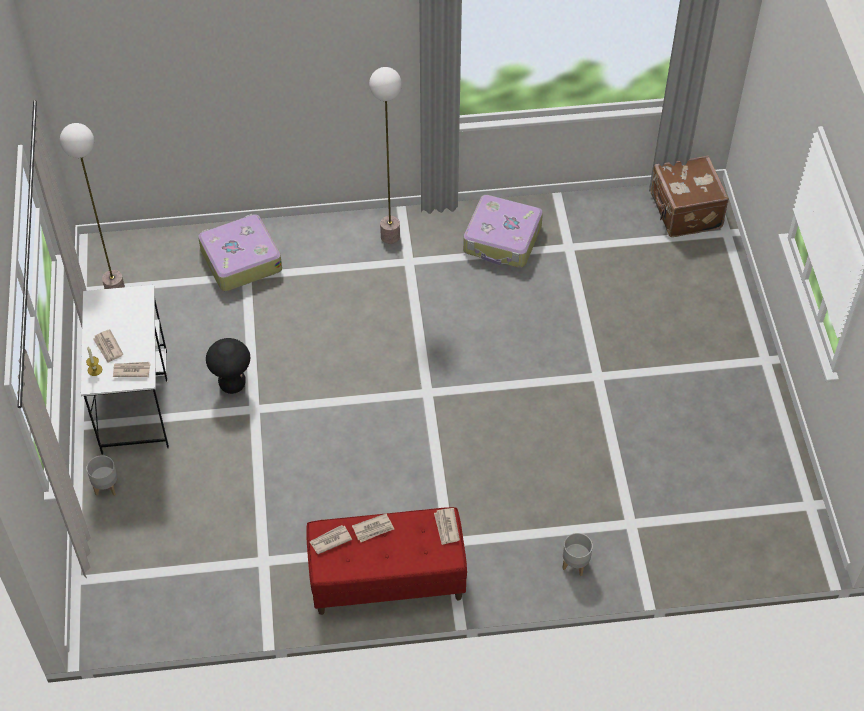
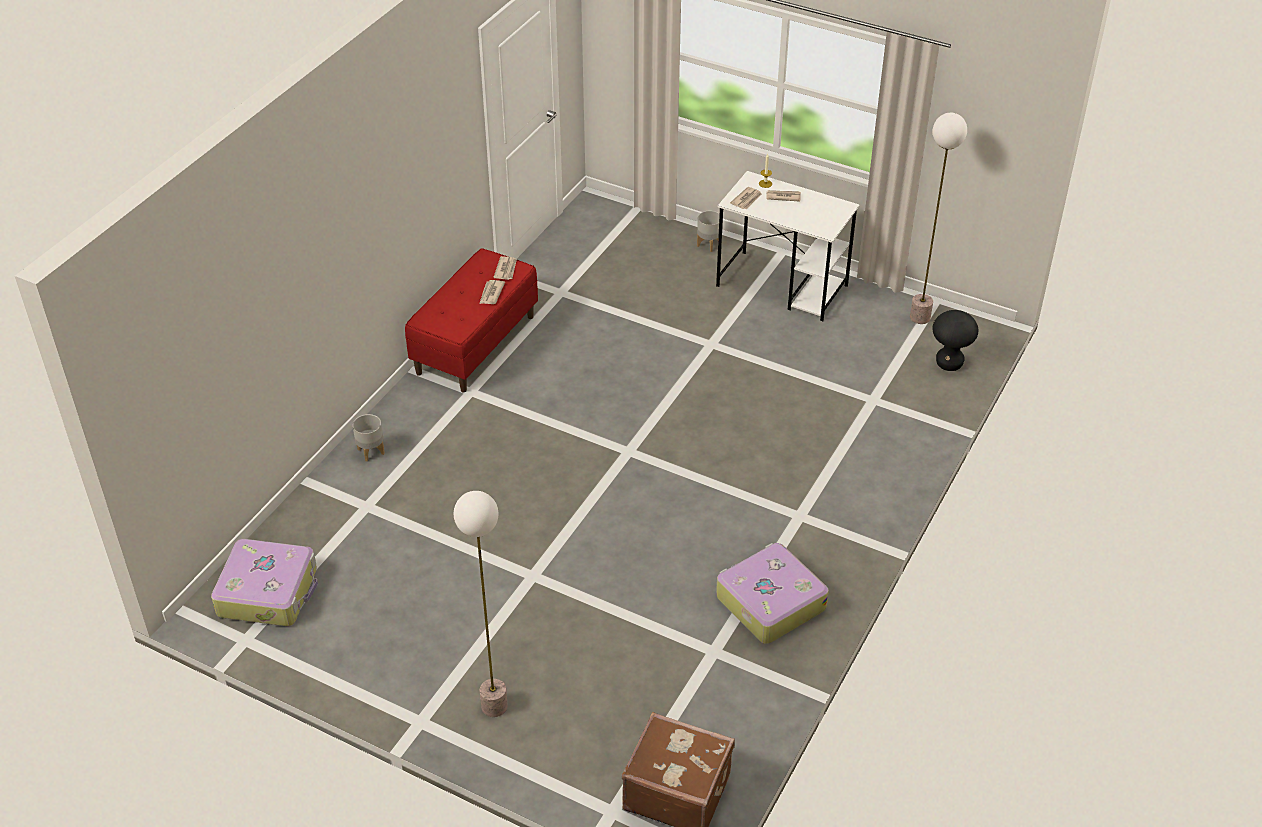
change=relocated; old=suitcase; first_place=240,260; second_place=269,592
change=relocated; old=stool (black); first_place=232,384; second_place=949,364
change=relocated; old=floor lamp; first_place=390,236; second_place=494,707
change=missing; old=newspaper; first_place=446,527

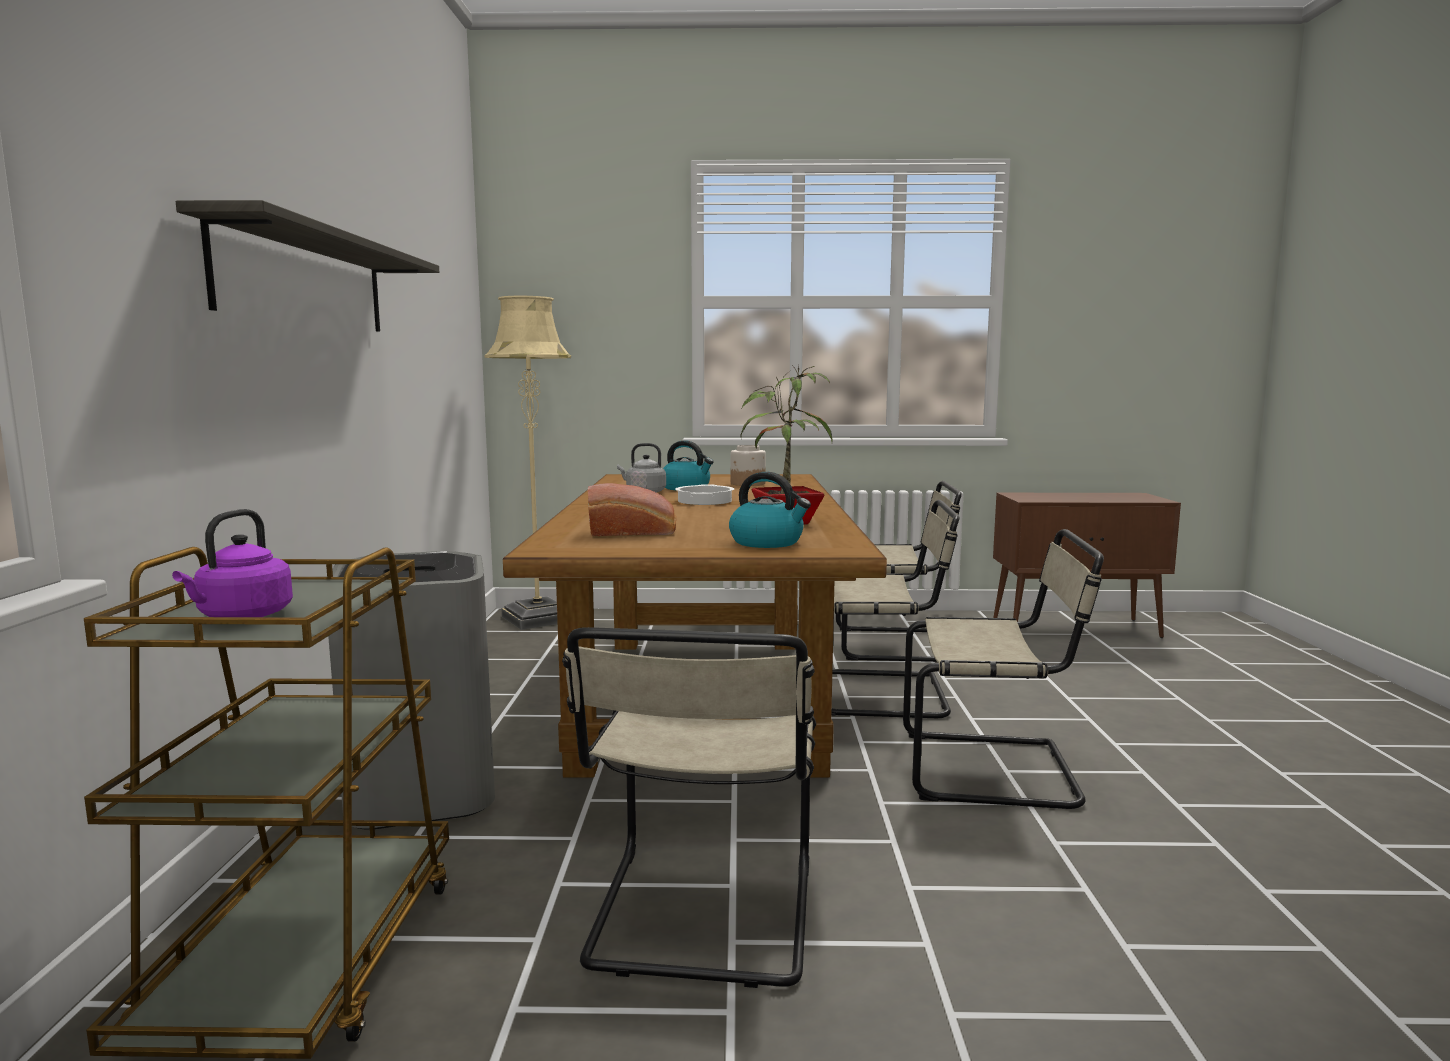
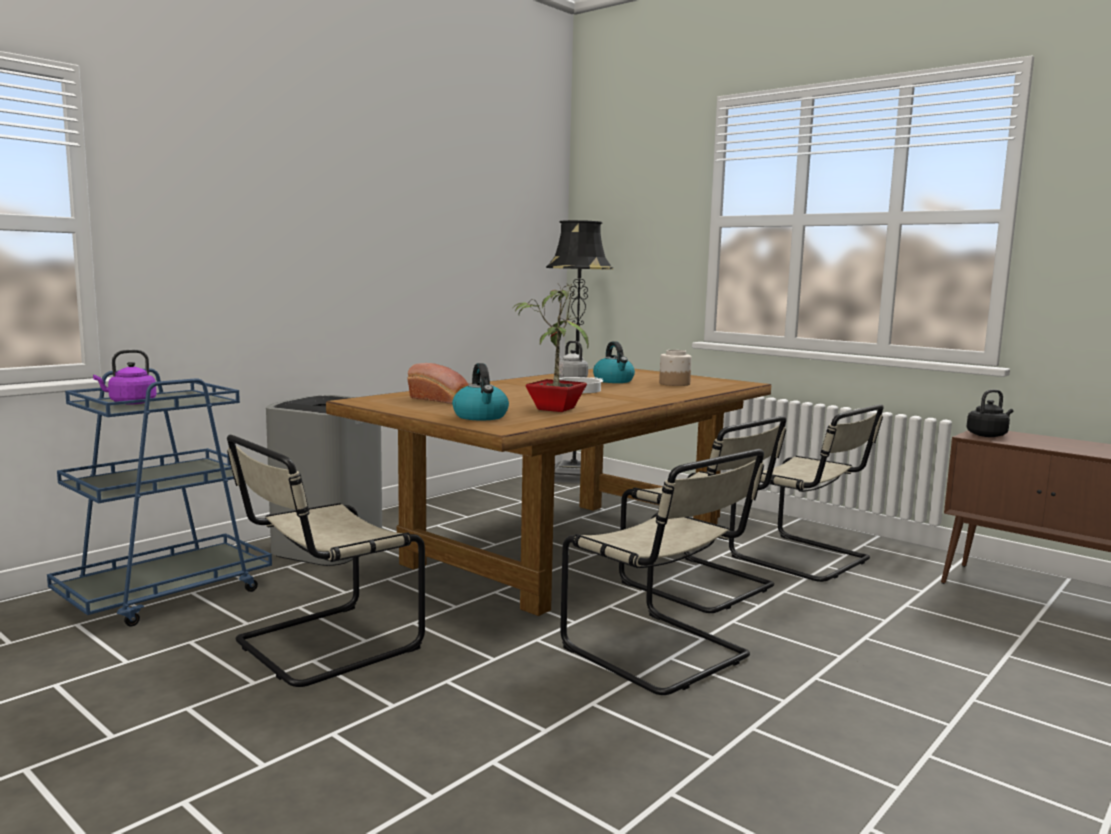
change=colour; old=cart (brown); new=cart (blue); first_place=307,961; second_place=166,595
change=missing; old=shelf; first_place=306,281
change=colour; old=floor lamp (beige); new=floor lamp (black); first_place=538,618; second_place=573,477
change=appeared; new=kettle (black); second_place=988,435

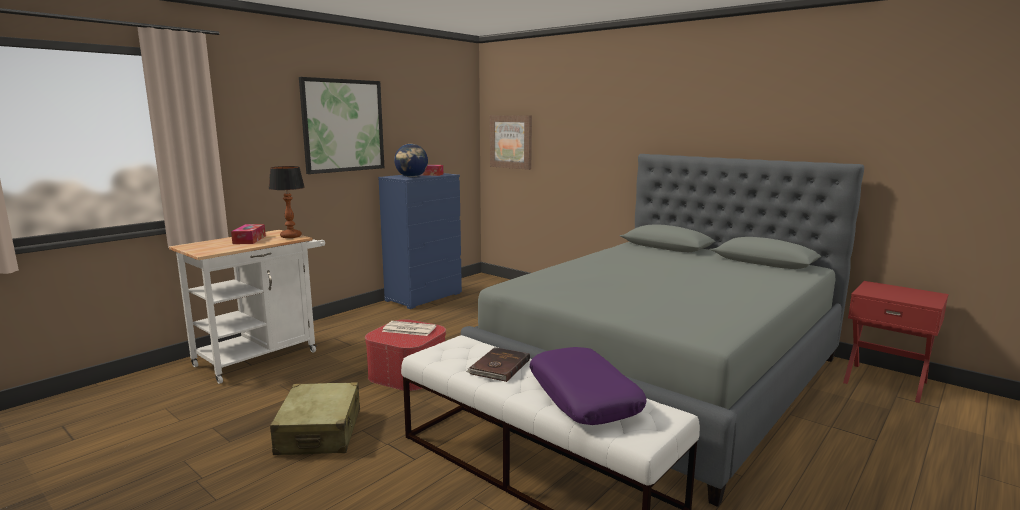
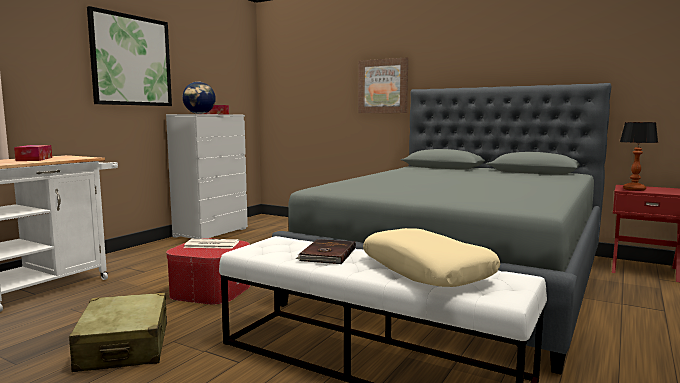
change=relocated; old=table lamp; first_place=291,236; second_place=634,189
change=colour; old=dresser (blue); new=dresser (white); first_place=424,297; second_place=211,232
change=relocated; old=picture; first_place=511,141; second_place=383,86
change=colour; old=pillow (purple); new=pillow (beige); first_place=584,397; second_place=426,270

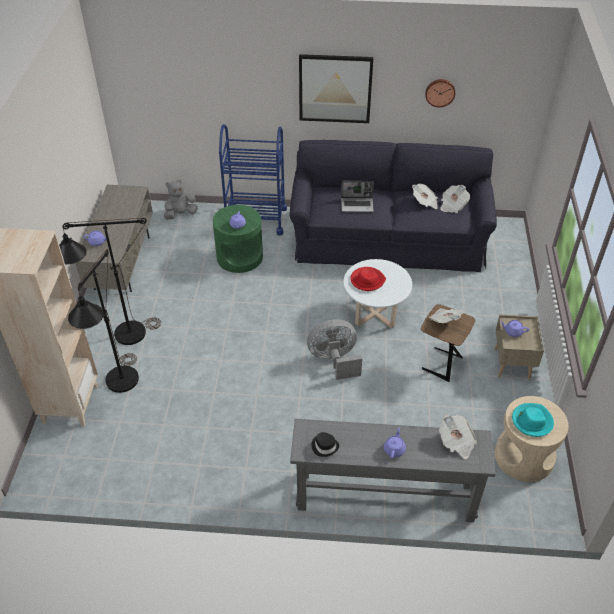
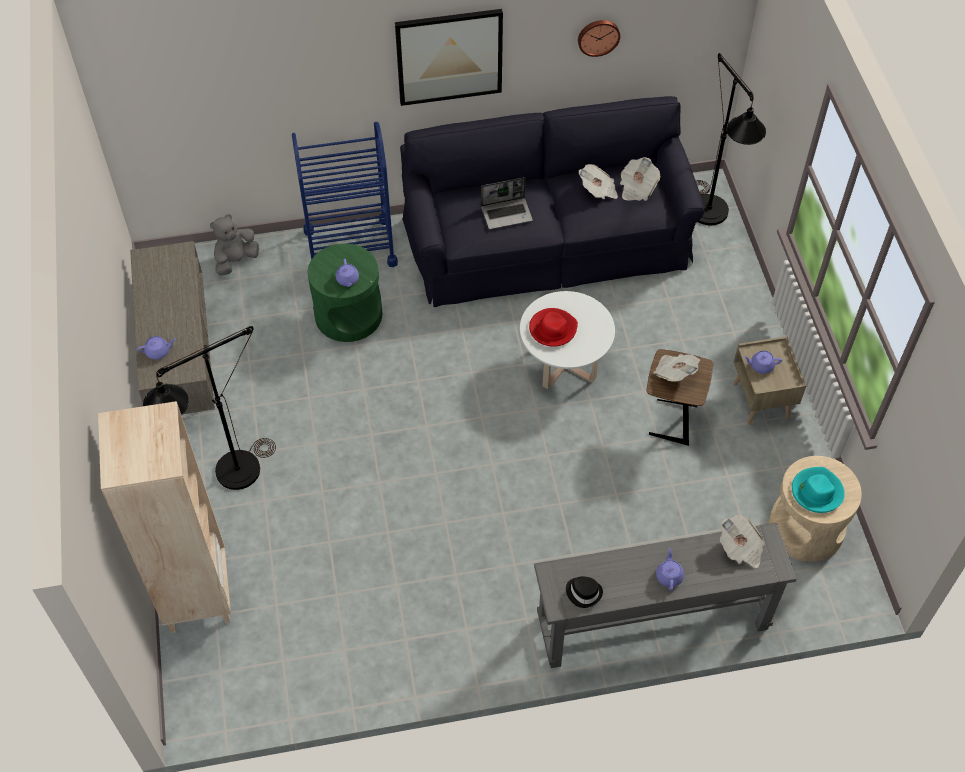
change=relocated; old=floor lamp (black); first_place=119,387; second_place=711,219
change=missing; old=fan (grey); first_place=334,360

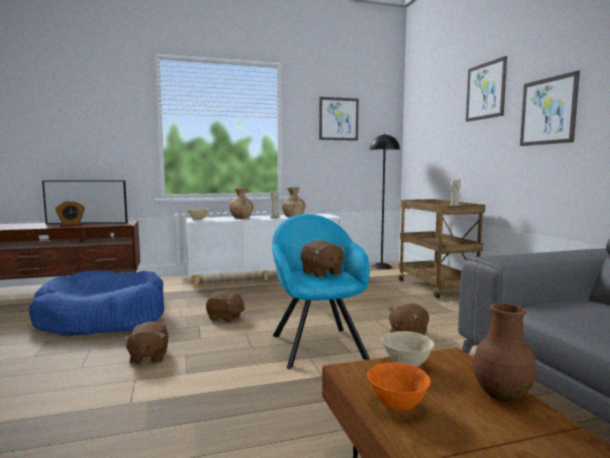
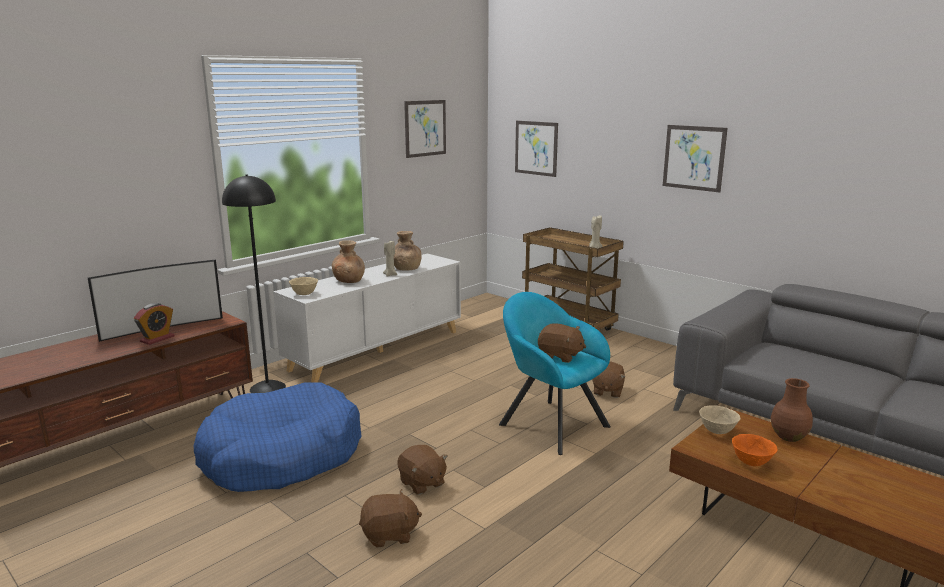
change=relocated; old=plush toy (brown); first_place=225,318; second_place=389,535
change=relocated; old=floor lamp (black); first_place=381,266; second_place=268,388
change=relocated; old=picture; first_place=485,91; second_place=536,148

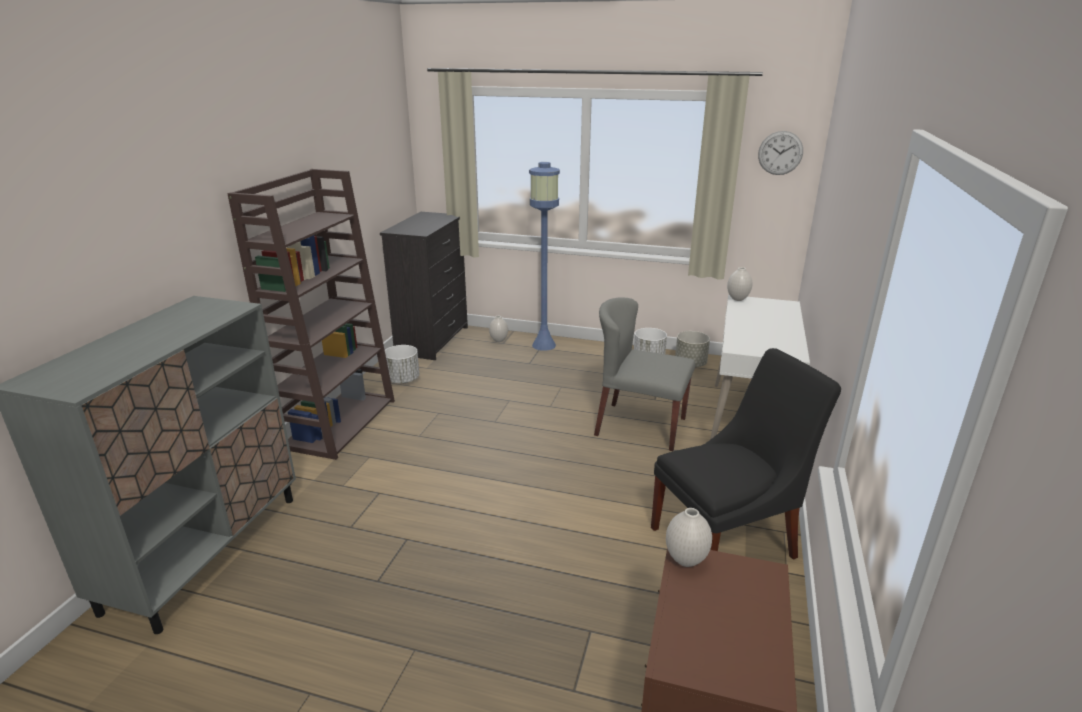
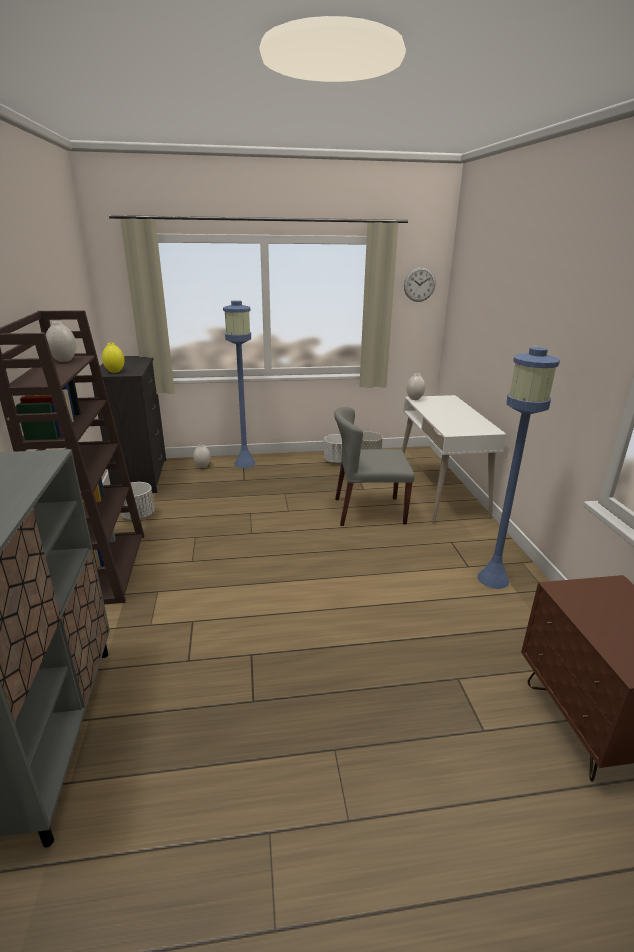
change=exchanged; old=chair (black); new=floor lamp (blue); first_place=728,540; second_place=493,579
change=relocated; old=vase (white); first_place=685,559; second_place=64,360
change=appeared; new=vase (yellow); second_place=115,371

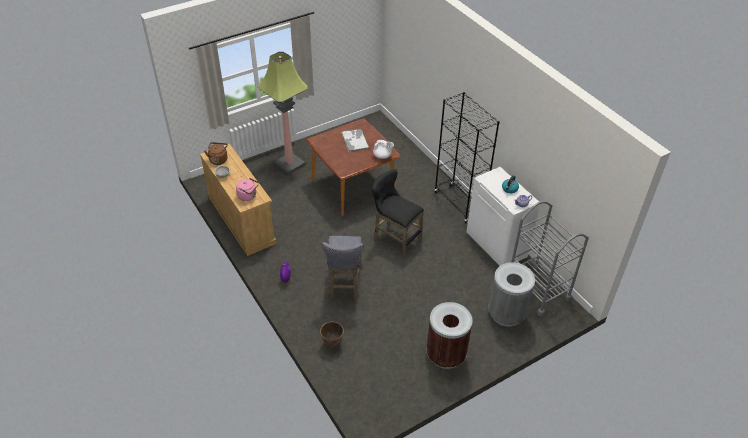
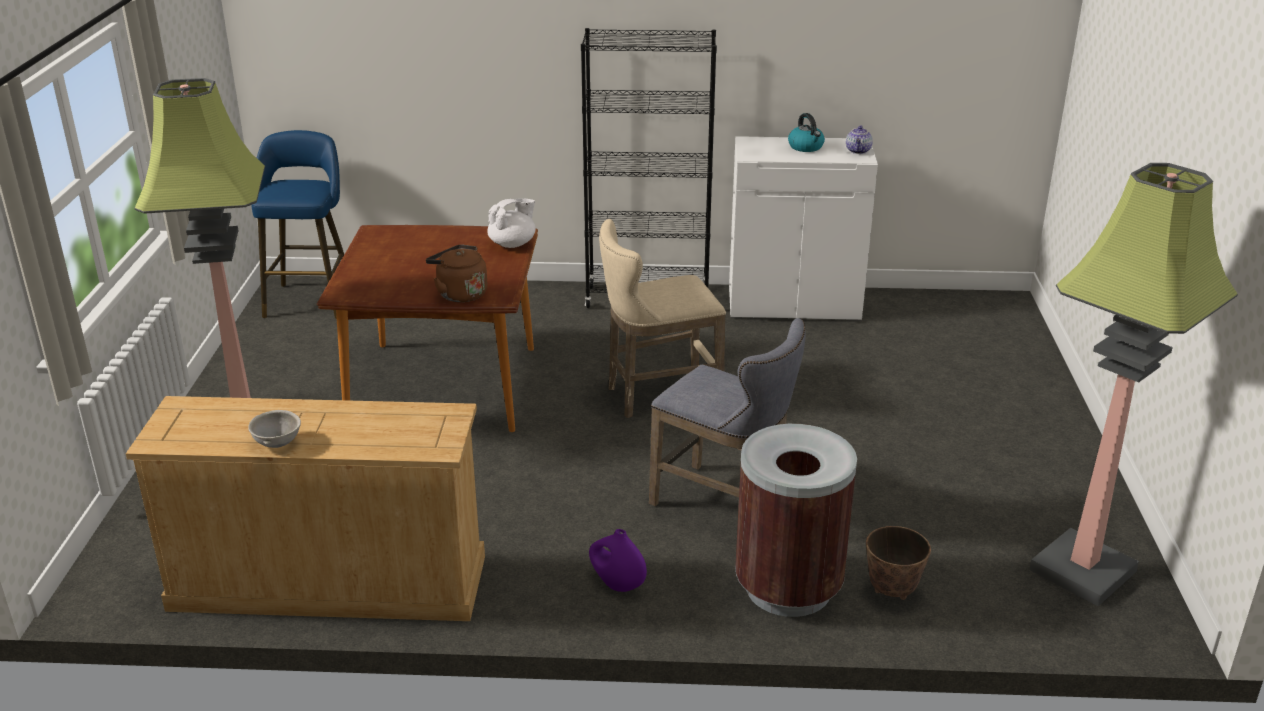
change=relocated; old=kettle (brown); first_place=218,159; second_place=459,293
change=missing; old=kettle (pink); first_place=248,196
change=missing; old=tray; first_place=354,140
change=colour; old=stool (black); new=stool (beige); first_place=395,238; second_place=657,395
change=relocated; old=trash can (brown); first_place=446,355; second_place=788,588
change=missing; old=trash can (grey); first_place=506,314
change=missing; old=cart (grey); first_place=538,289
change=appeared; new=stool (blue); second_place=311,298
change=appeared; new=floor lamp; second_place=1083,571

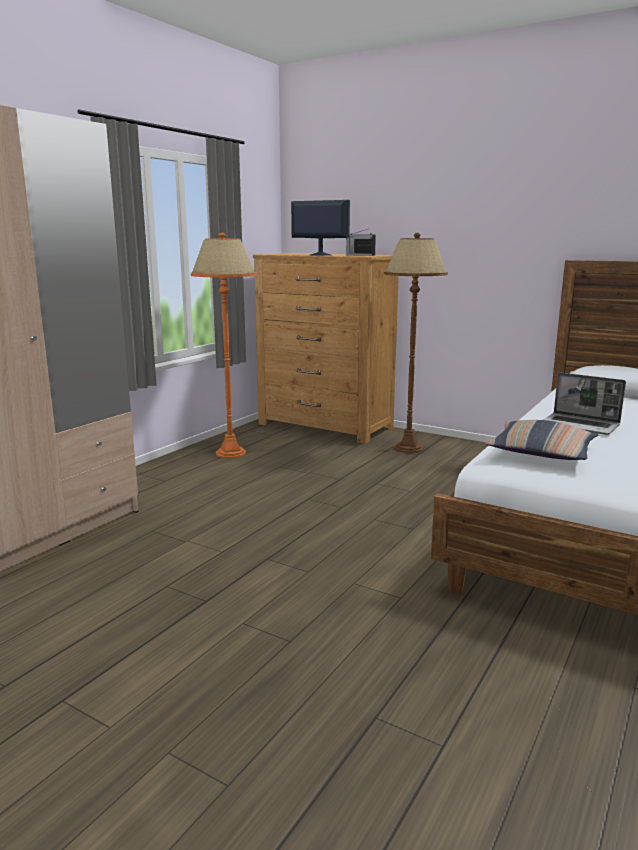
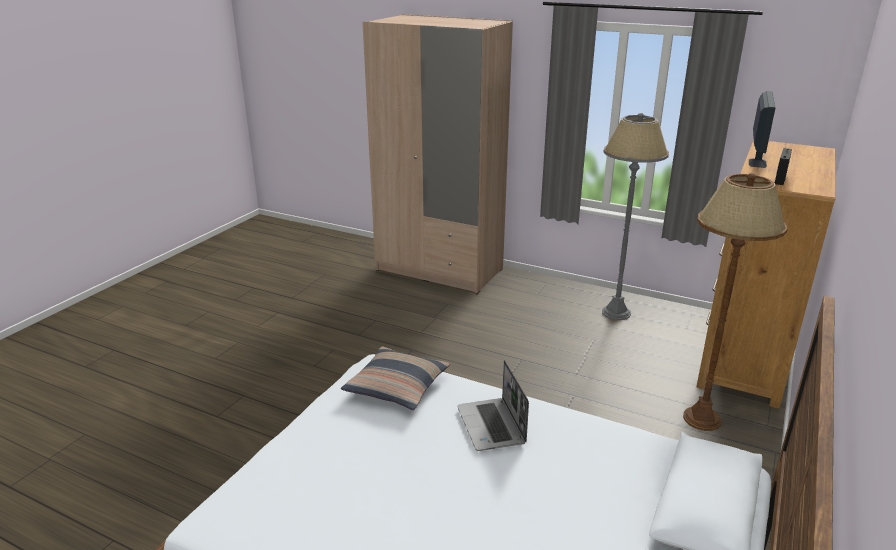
change=colour; old=floor lamp (orange); new=floor lamp (grey); first_place=231,453; second_place=616,313
change=spun; old=laptop; first_place=581,425; second_place=492,426; degrees=-45

